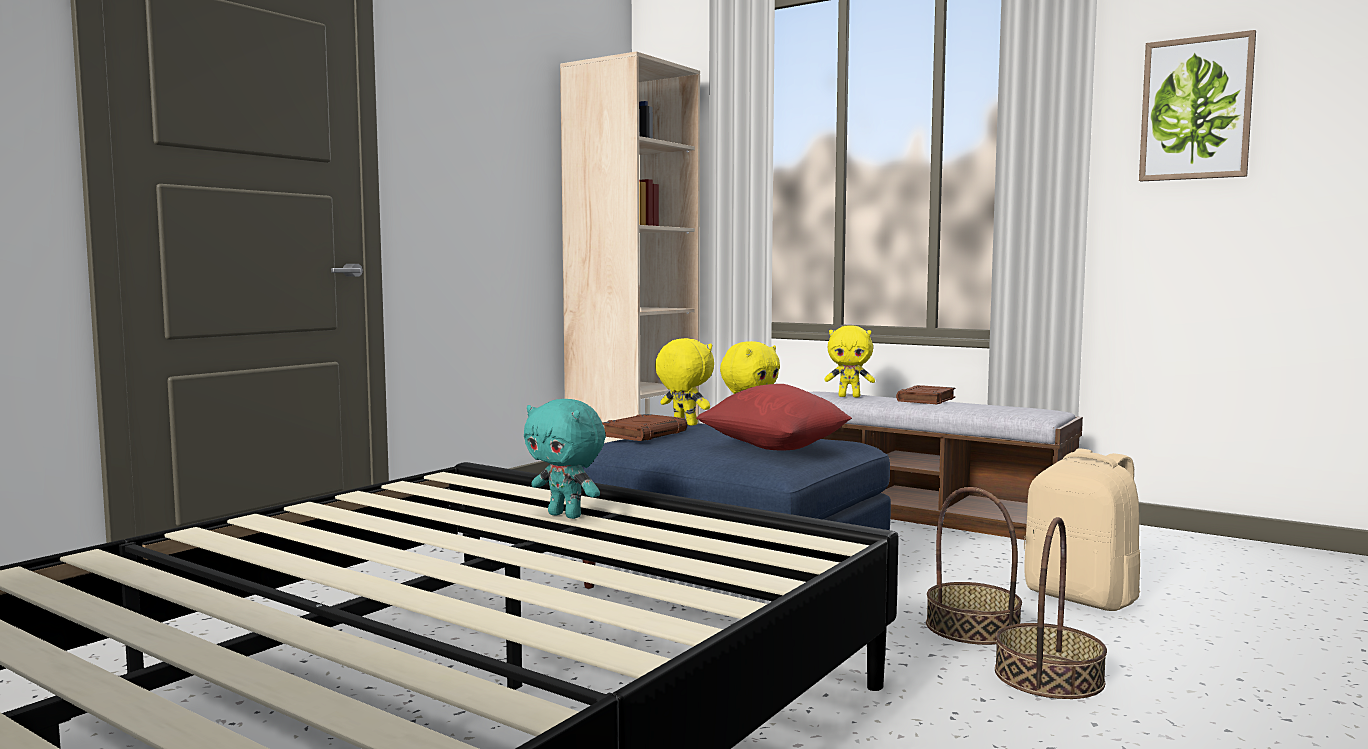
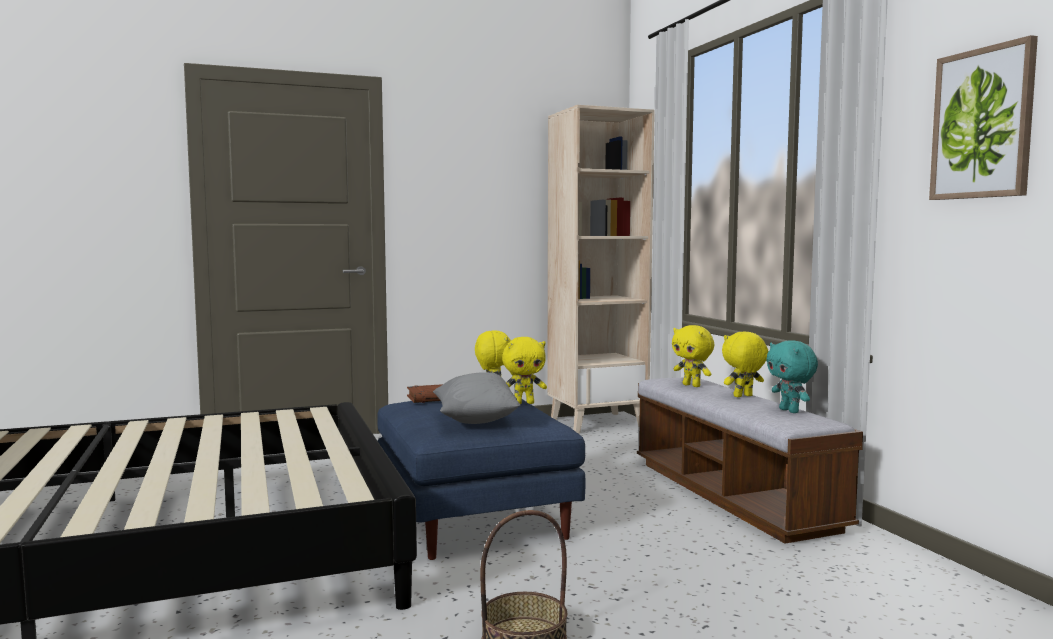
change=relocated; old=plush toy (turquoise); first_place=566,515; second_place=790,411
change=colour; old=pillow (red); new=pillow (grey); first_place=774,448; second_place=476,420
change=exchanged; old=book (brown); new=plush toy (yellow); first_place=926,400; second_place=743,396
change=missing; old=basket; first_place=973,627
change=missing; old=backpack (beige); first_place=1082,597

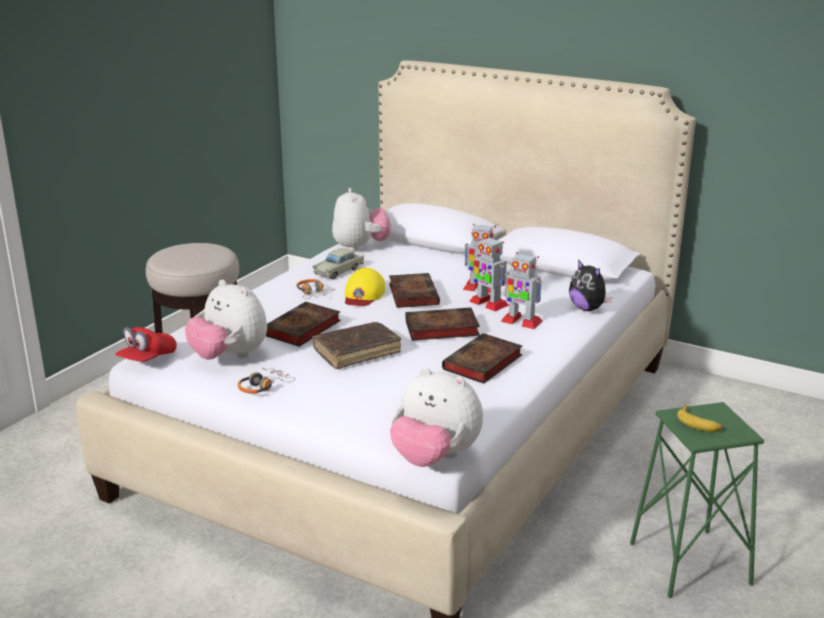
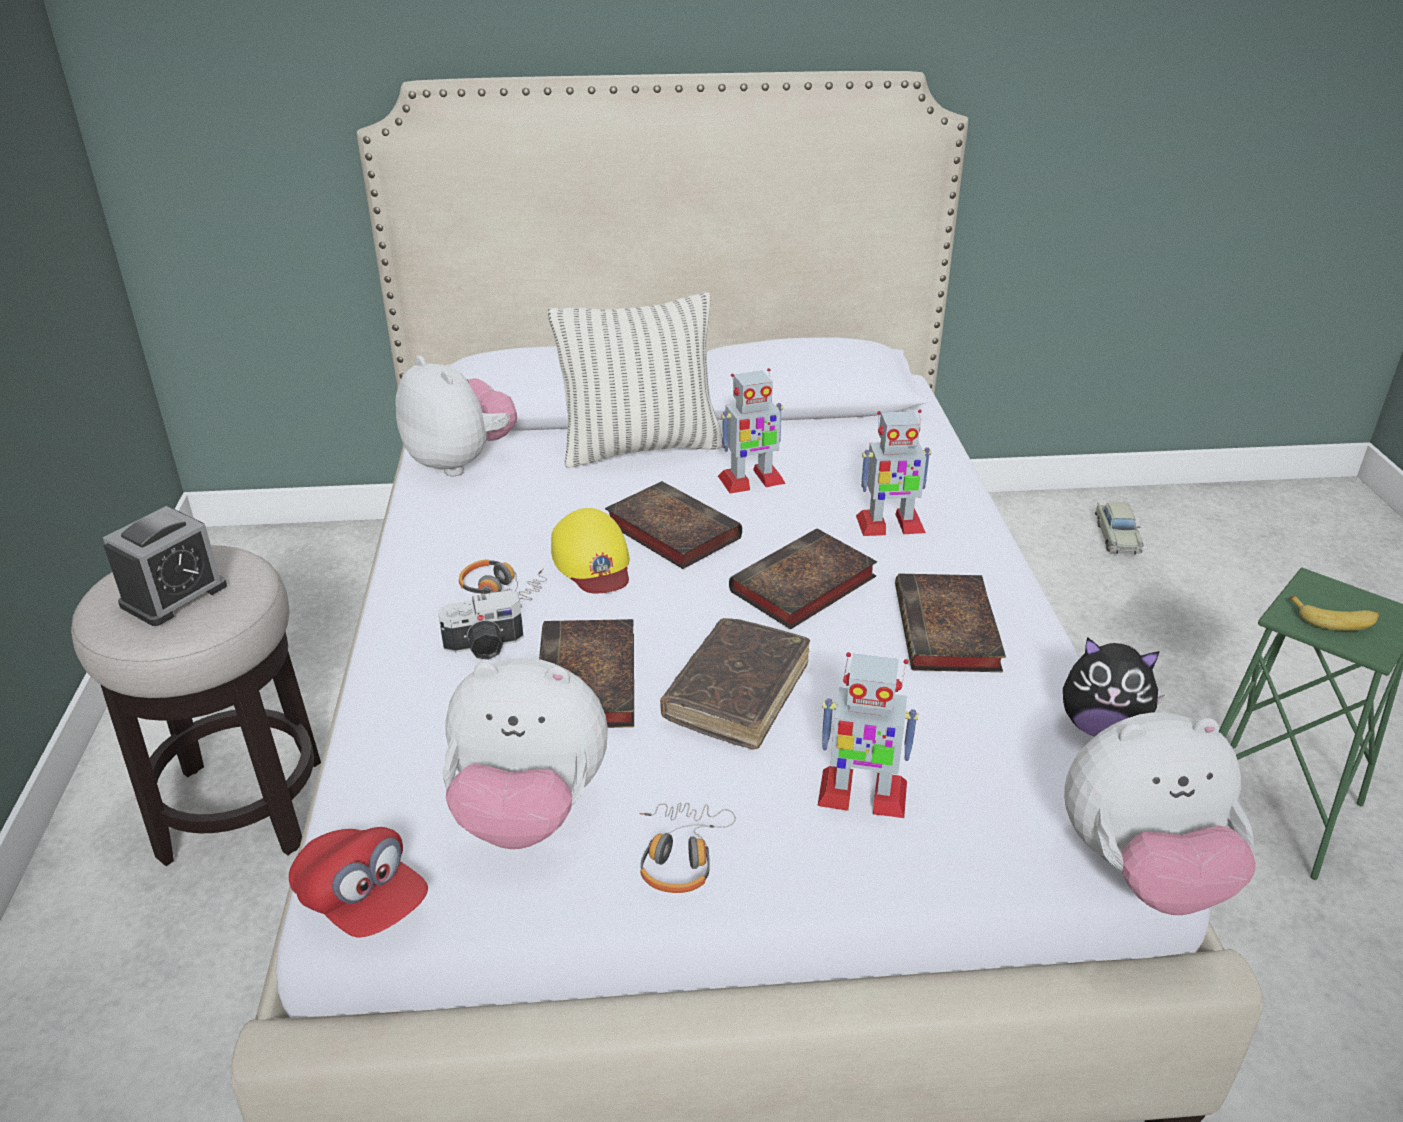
change=spun; old=cap (red); first_place=147,359; second_place=362,901; degrees=-45
change=relocated; old=toy car (beige); first_place=339,271; second_place=1116,536
change=relocated; old=toy robot; first_place=488,303; second_place=861,794
change=relocated; old=plush toy; first_place=587,308; second_place=1101,727
change=appeared; new=alarm clock; second_place=174,595
change=appeared; new=photo camera; second_place=484,646
change=appeared; new=pillow; second_place=640,448

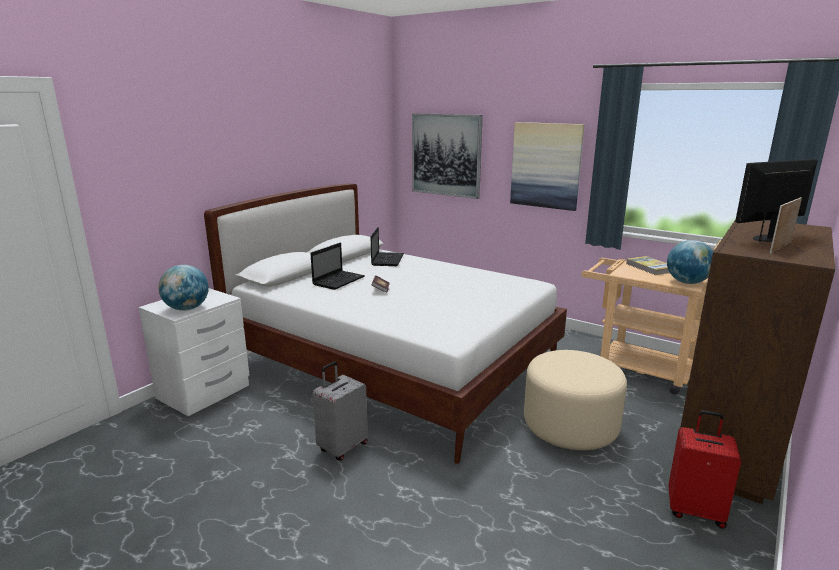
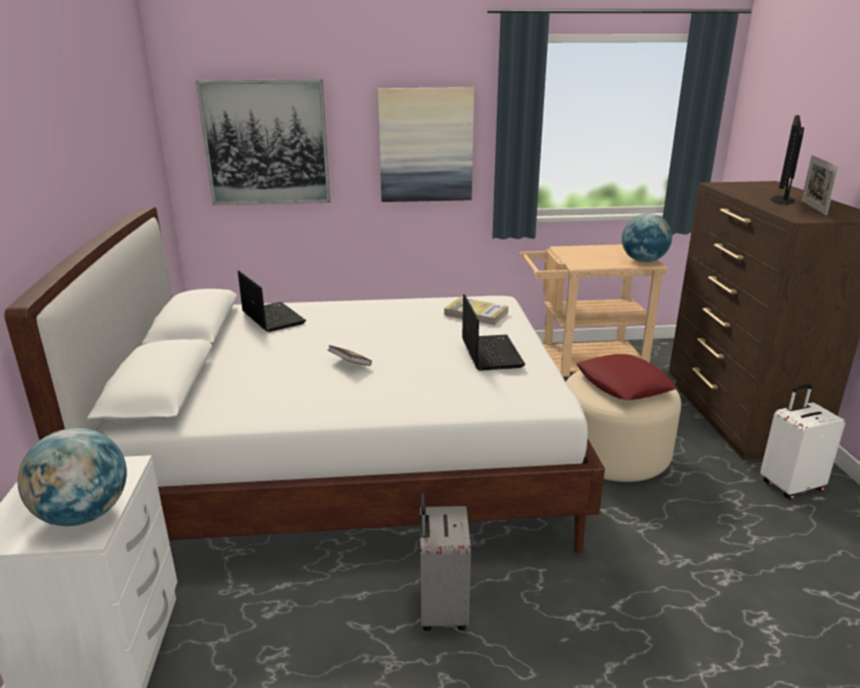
change=relocated; old=laptop; first_place=339,280; second_place=490,353
change=relocated; old=book; first_place=650,267; second_place=476,314
change=colour; old=suitcase (red); new=suitcase (white); first_place=695,510; second_place=790,486
change=appeared; new=pillow (red); second_place=623,384

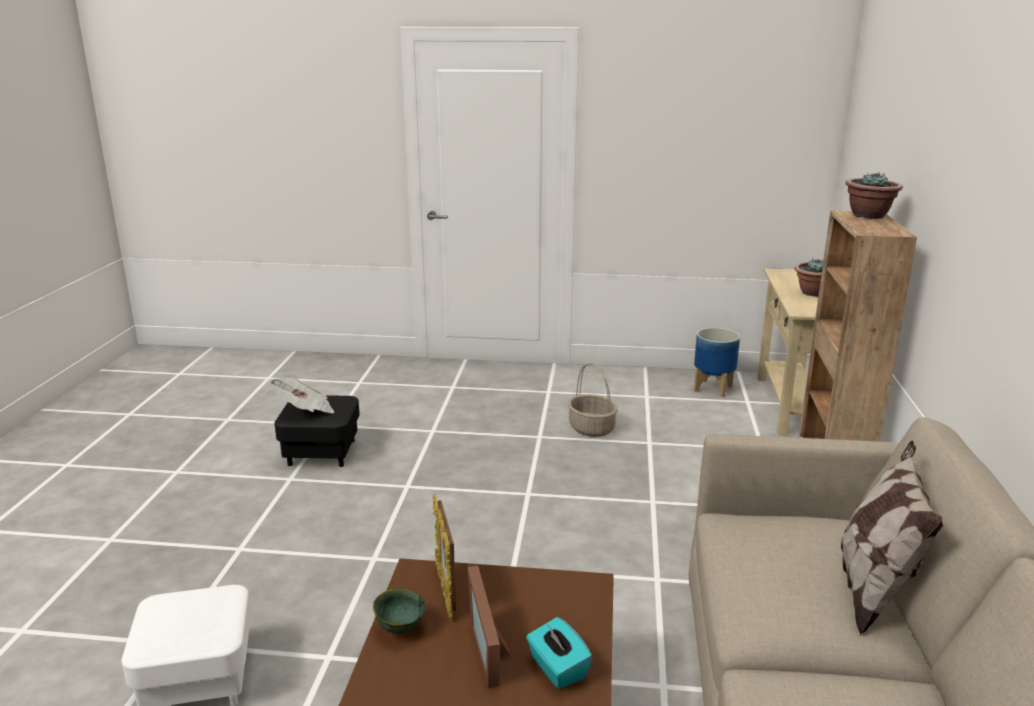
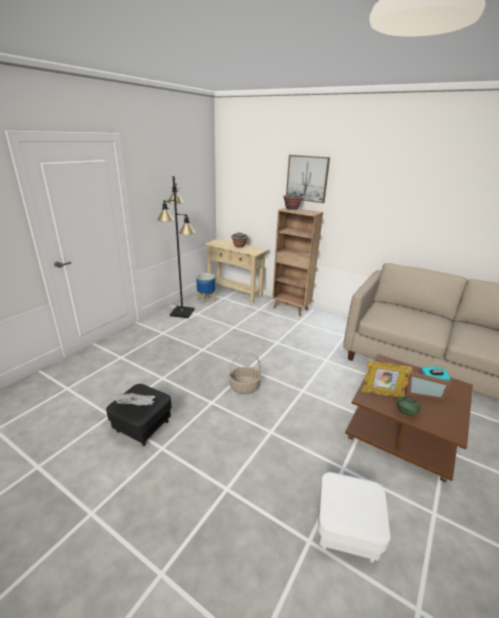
change=relocated; old=basket; first_place=592,429; second_place=245,387
change=missing; old=pillow; first_place=873,590
change=appeared; new=floor lamp (black); second_place=182,312
change=appeared; new=picture; second_place=307,178

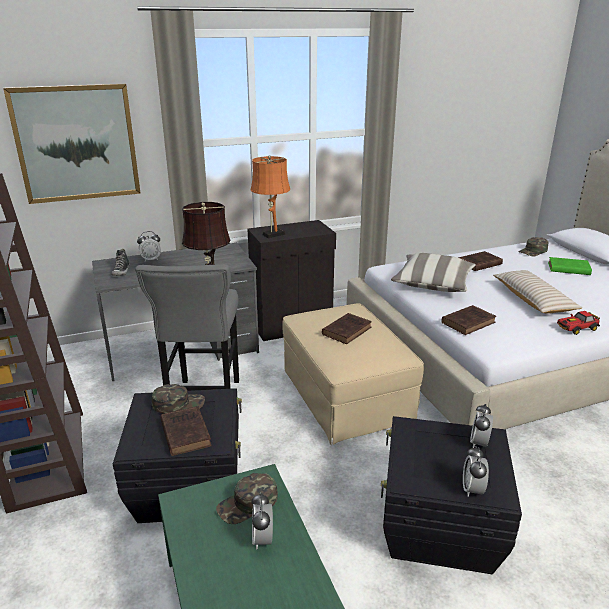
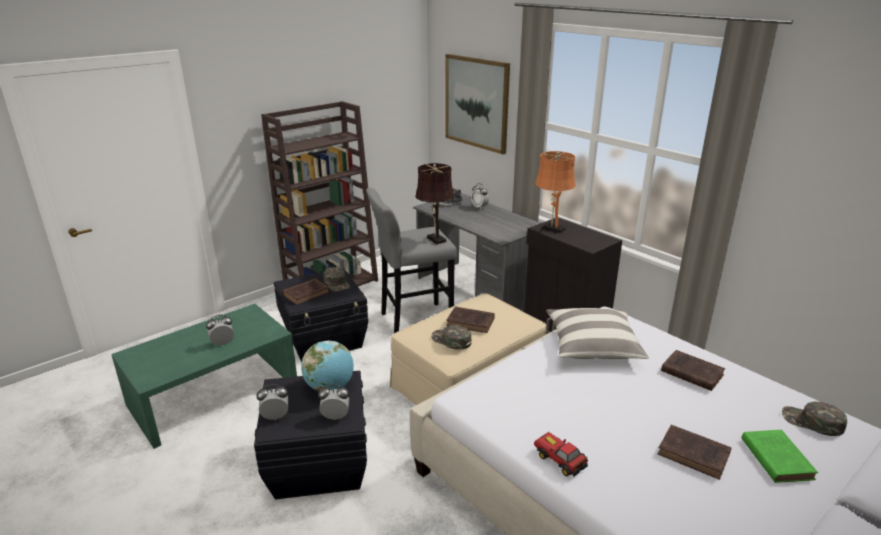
change=relocated; old=cap (green); first_place=248,504; second_place=451,340
change=relocated; old=book (brown); first_place=469,322; second_place=695,455
change=missing; old=pillow (beige); first_place=533,300
change=appeared; new=globe; second_place=330,387

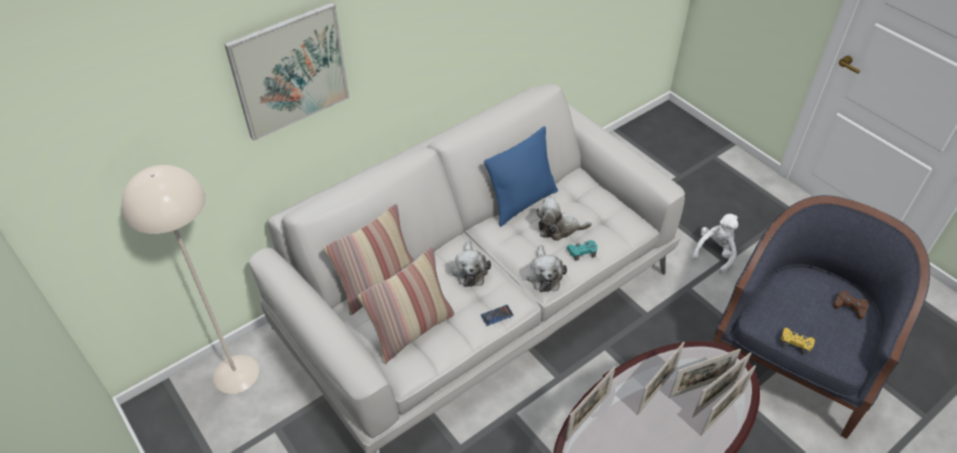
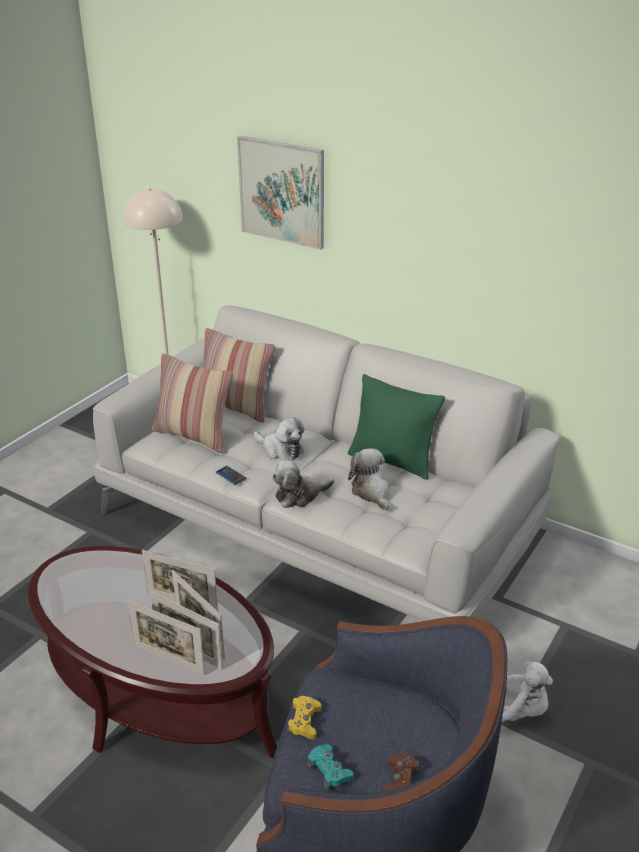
change=spun; old=plush toy; first_place=470,270; second_place=280,450; degrees=-120
change=colour; old=pillow (blue); new=pillow (green); first_place=522,202; second_place=392,461
change=missing; old=picture frame; first_place=587,416
change=relocated; old=game controller (turquoise); first_place=582,252; second_place=329,770

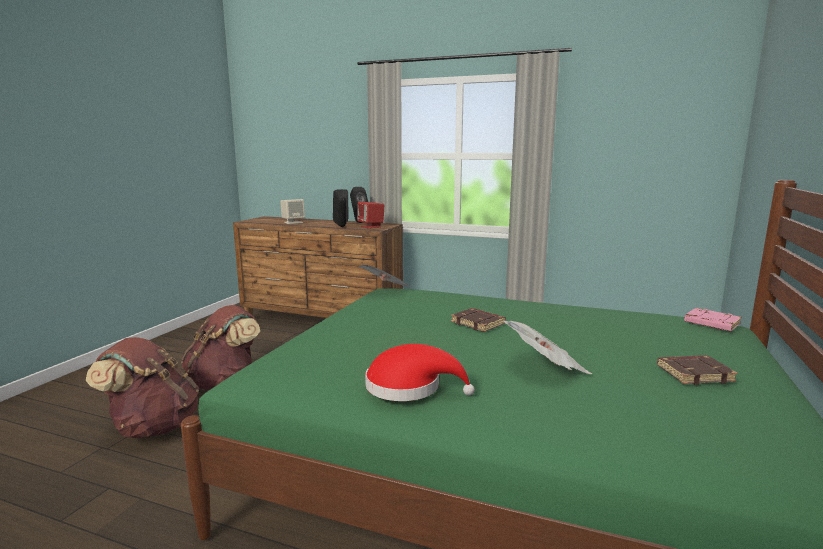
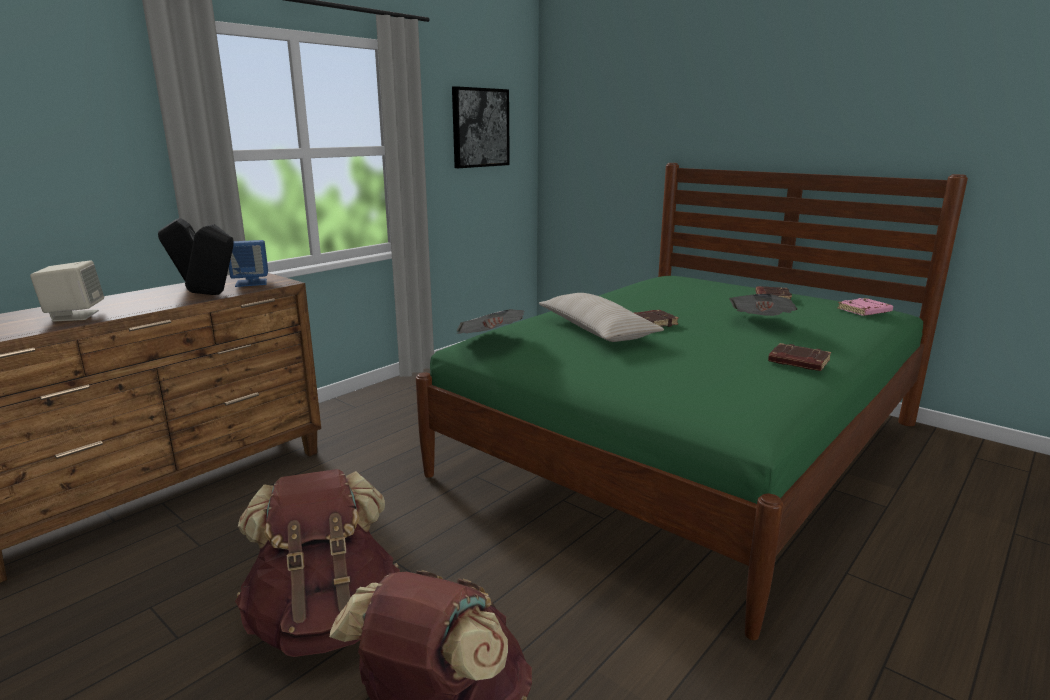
change=colour; old=speaker (red); new=speaker (blue); first_place=371,226; second_place=251,283
change=exchanged; old=hat (red); new=book (brown); first_place=409,387; second_place=797,362
change=relocated; old=book (pink); first_place=710,323; second_place=864,311
change=appeared; new=picture; second_place=480,128
change=appeared; new=pillow (beige); second_place=596,331

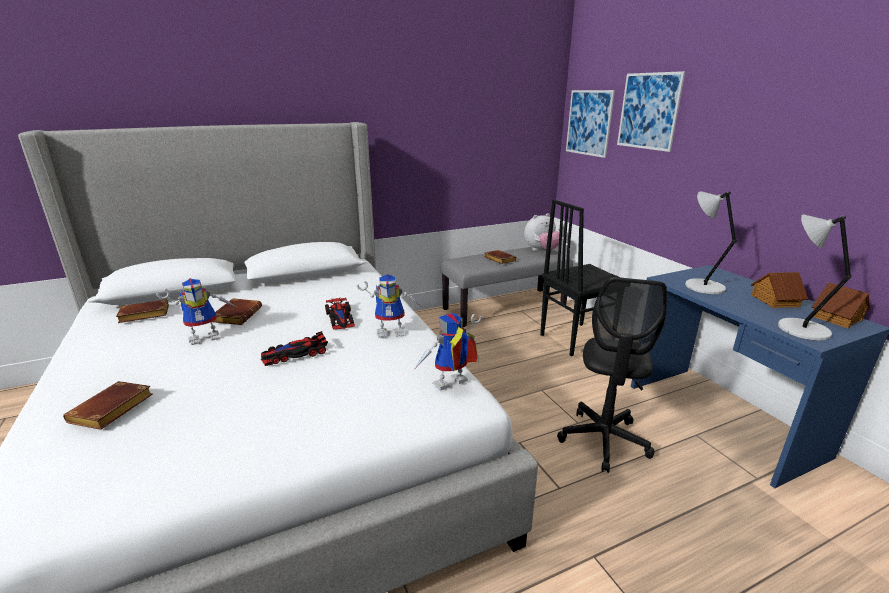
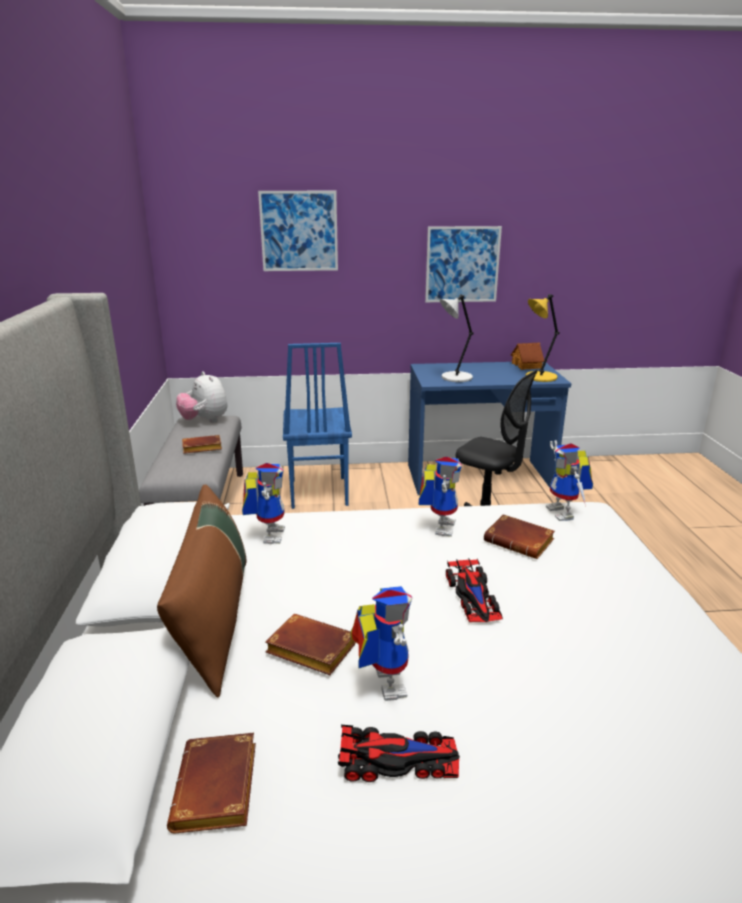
change=relocated; old=book (brown); first_place=111,411; second_place=521,542
change=relocated; old=toy car; first_place=340,318; second_place=398,759
change=spun; old=plush toy; first_place=541,250; second_place=205,421; degrees=150
change=colour; old=chair (black); new=chair (blue); first_place=575,339; second_place=317,492
change=relocated; old=picture; first_place=589,123; second_place=462,264
change=missing; old=toy house; first_place=774,301
change=colour; old=table lamp (grey); new=table lamp (yellow); first_place=800,329; second_place=539,377
change=appeared; new=pillow (brown); second_place=215,620
change=appeared; new=toy robot; second_place=268,533

